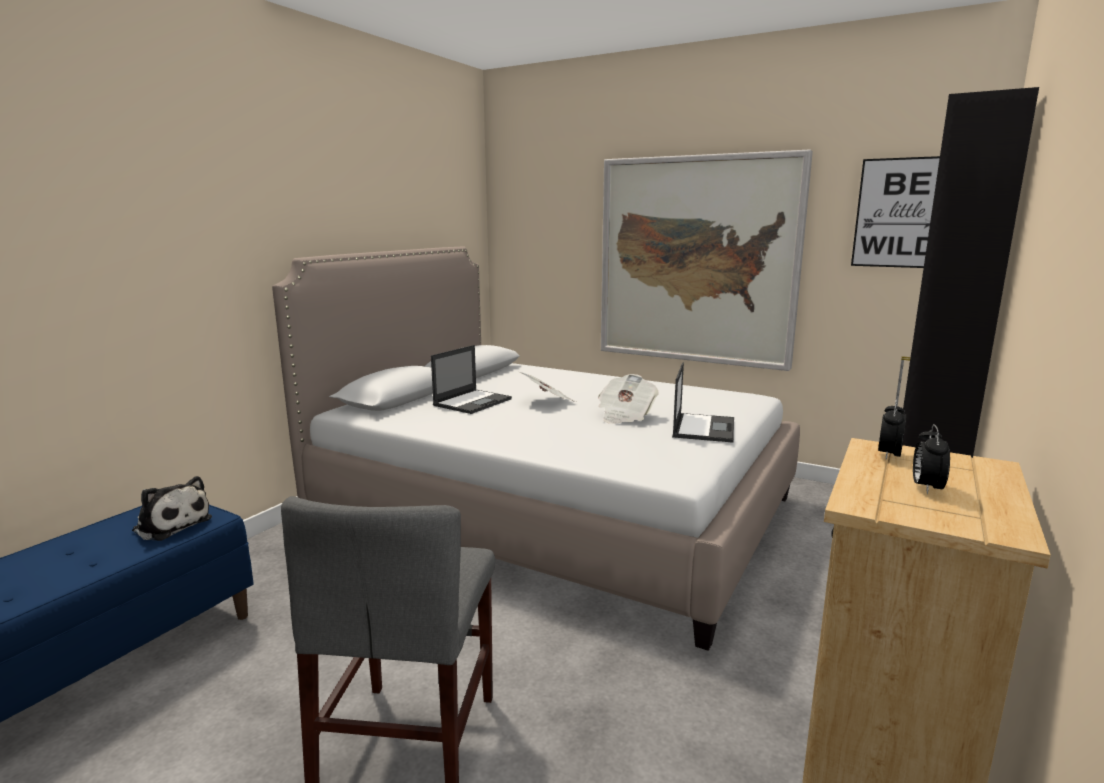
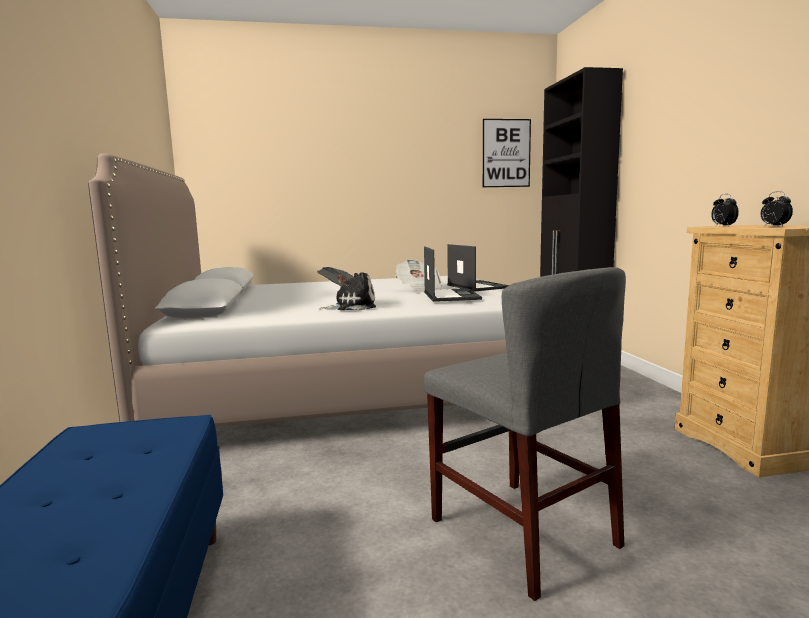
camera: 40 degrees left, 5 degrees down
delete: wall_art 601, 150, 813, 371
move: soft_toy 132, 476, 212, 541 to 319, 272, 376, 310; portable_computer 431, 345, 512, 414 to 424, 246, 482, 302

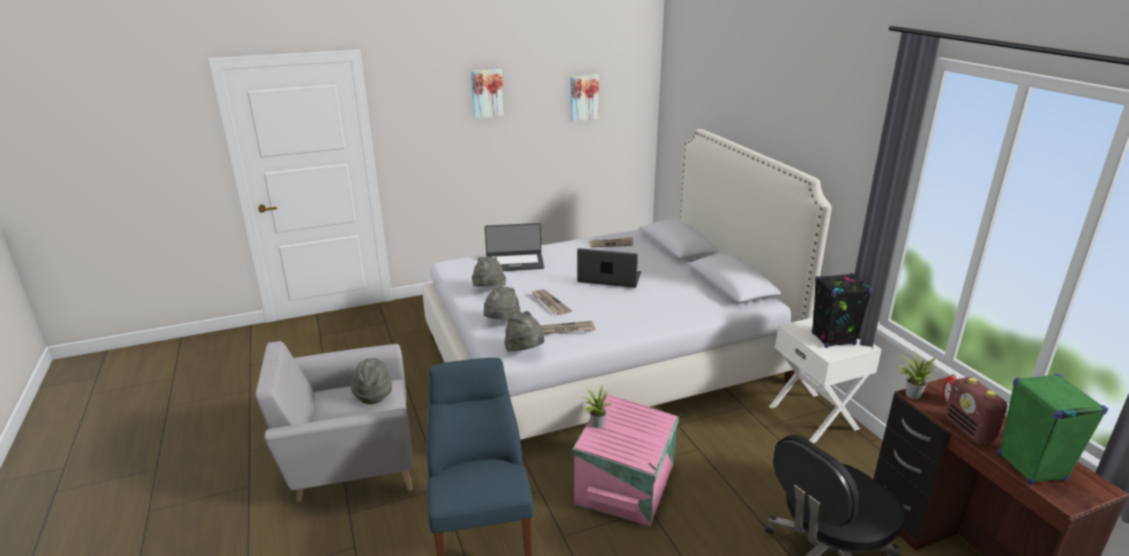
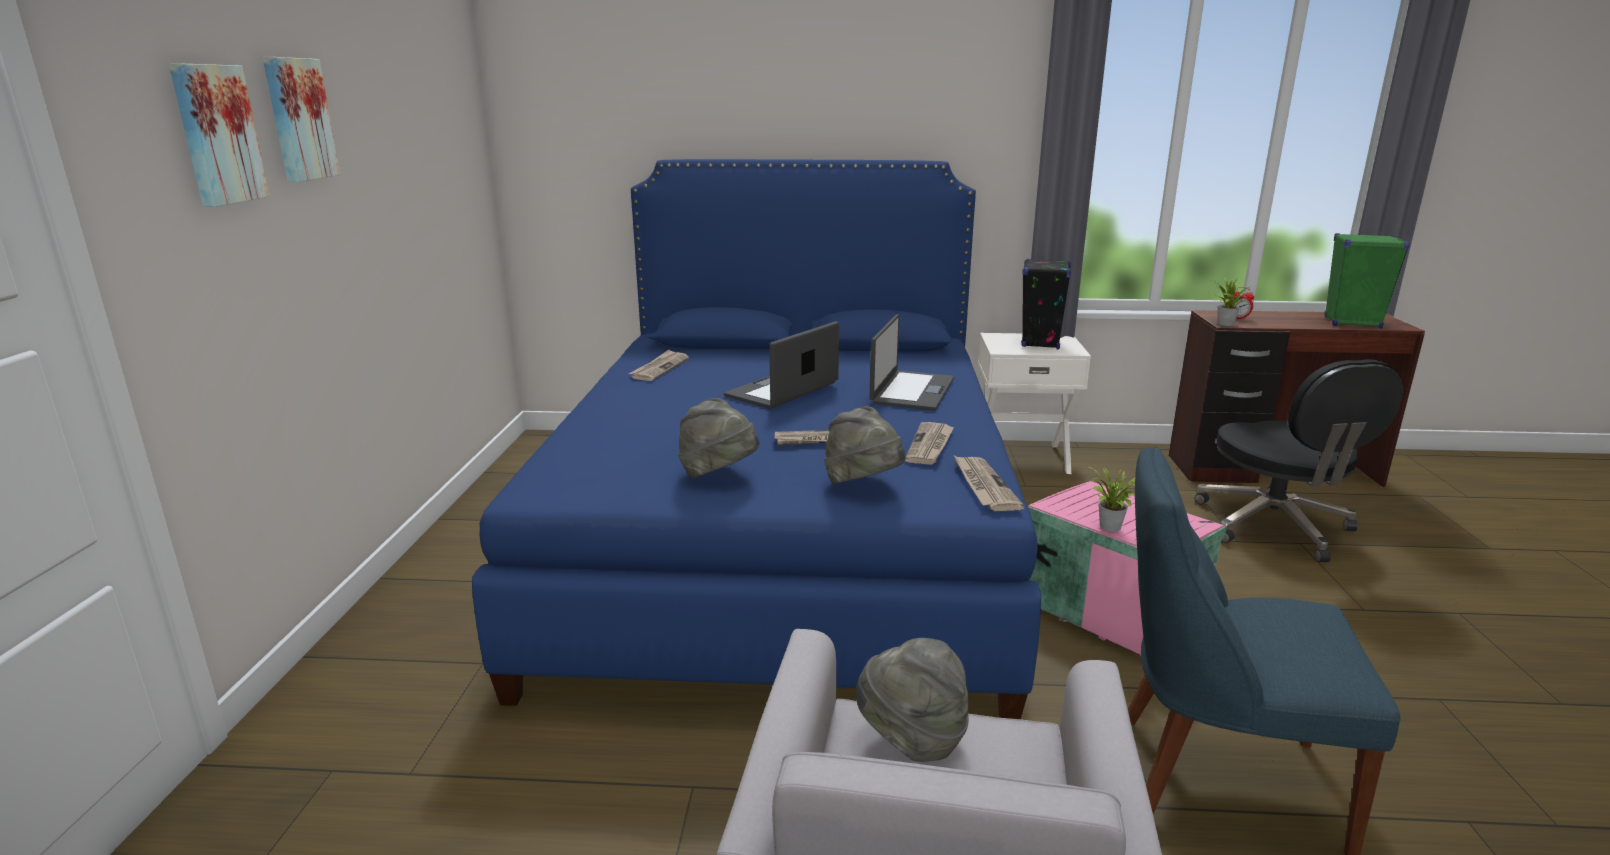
camera: 65 degrees left, 5 degrees down
delete: radio_receiver 944, 377, 1008, 444
move: portable_computer 485, 223, 544, 271 to 869, 314, 954, 411; wall_art 570, 74, 599, 122 to 169, 63, 270, 207
replace: greyish_hat 504, 311, 545, 352 to daily_paper 954, 456, 1025, 511
recolor: white-coloured_bed 423, 129, 832, 440 to blue_bed 472, 159, 1041, 719

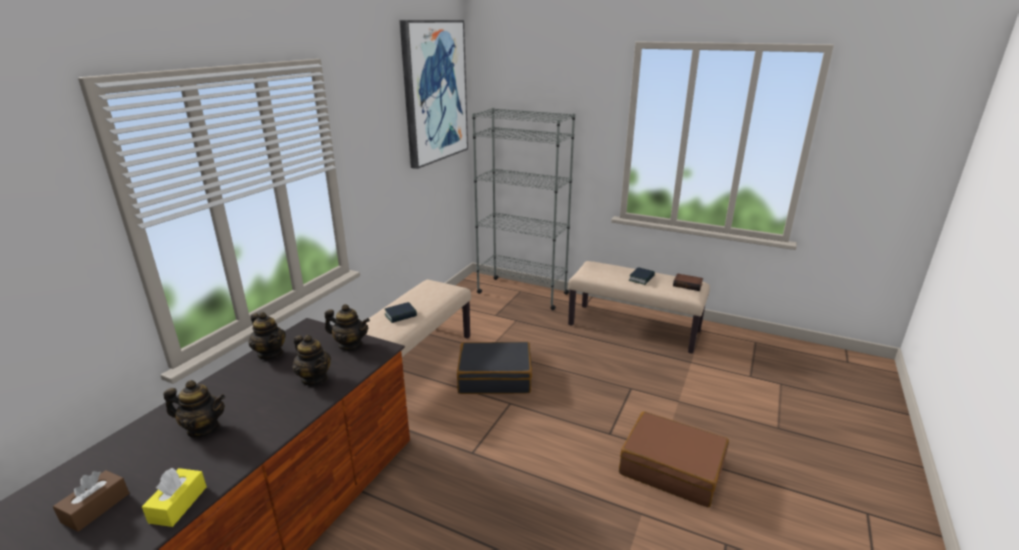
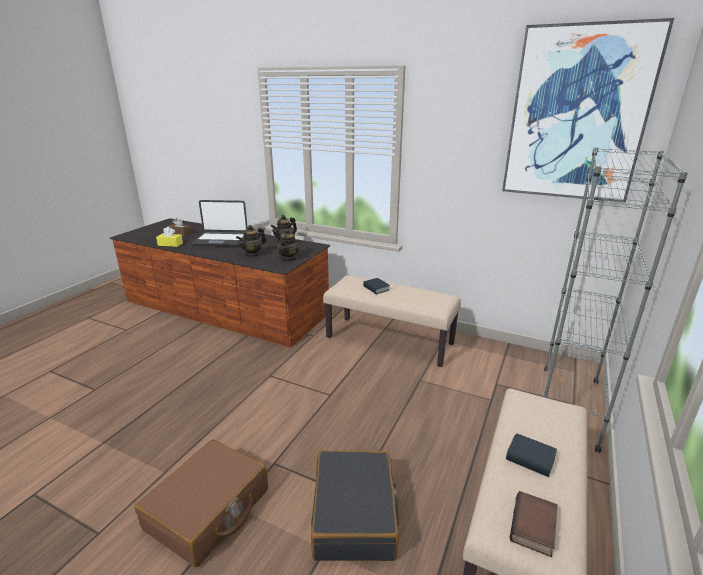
camera: 90 degrees right, 0 degrees up
move: black_piece_of_luggage 457, 342, 532, 394 to 311, 450, 400, 561
replace: tea_pot 163, 380, 226, 438 to portable_computer 191, 200, 248, 246

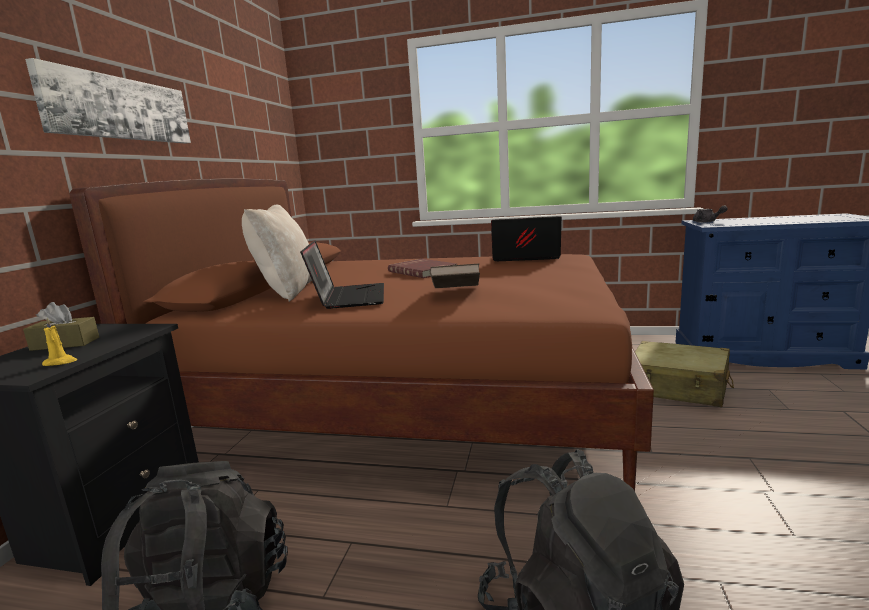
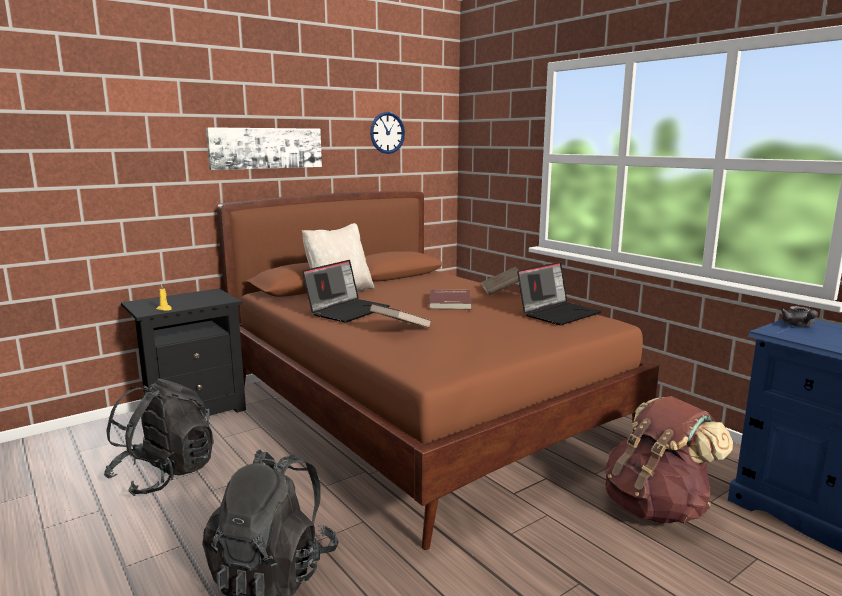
camera: 40 degrees right, 0 degrees up
delete: brown-coloured_tissue_box 23, 302, 99, 351
insert: clock_on_the_wall 370, 112, 405, 154; brown-coloured_book 481, 267, 519, 295
replace: sand-coloured_piece_of_luggage 635, 341, 734, 407 to brown-coloured_backpack 606, 396, 733, 523
rotate: portable_computer 491, 216, 562, 261 = 517, 262, 602, 325 90 degrees clockwise

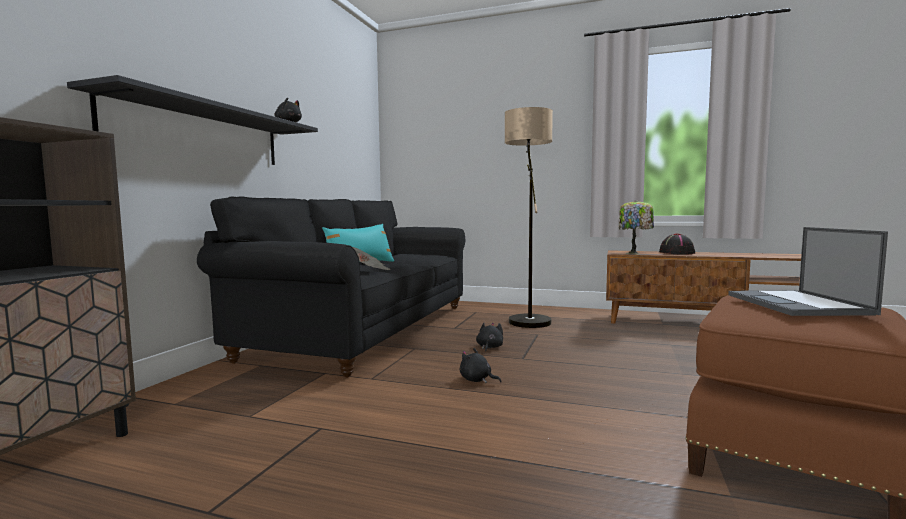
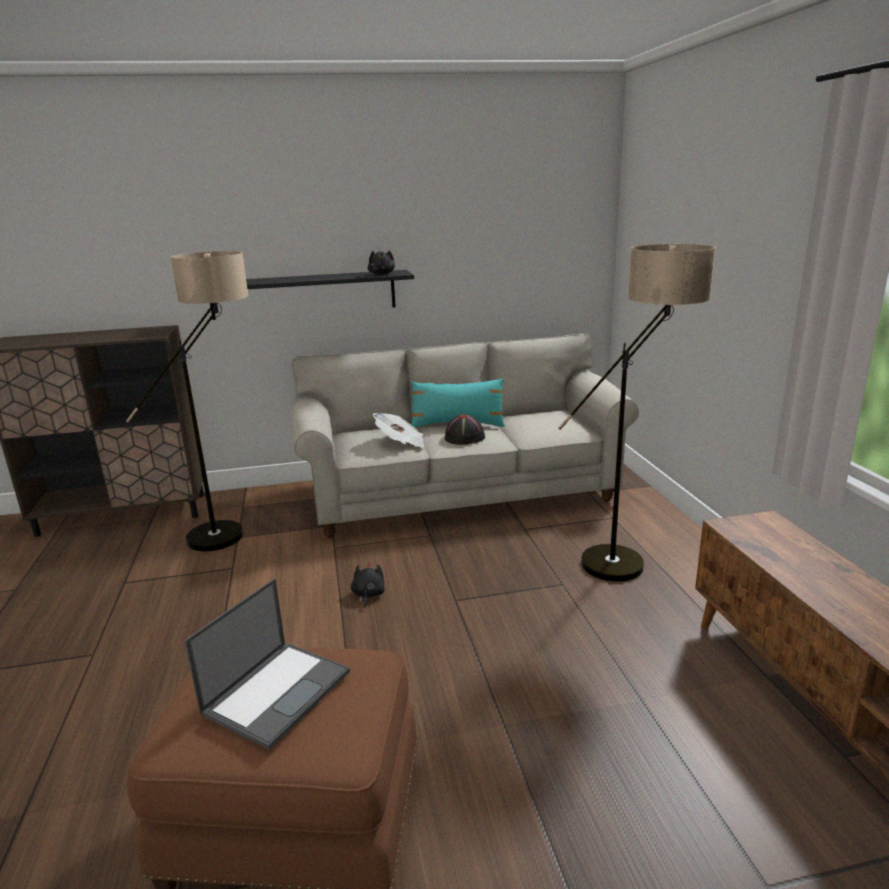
camera: 60 degrees right, 15 degrees up
delete: black_soft_toy 476, 322, 503, 352; table_lamp 619, 200, 654, 254
insert: floor_lamp 126, 251, 248, 552
move: black_hat 659, 233, 695, 255 to 445, 415, 485, 445
recolor: black_sofa 197, 196, 465, 378 to sand-coloured_sofa 291, 334, 639, 538
rotate: portable_computer 728, 227, 888, 316 = 184, 578, 350, 750 150 degrees clockwise

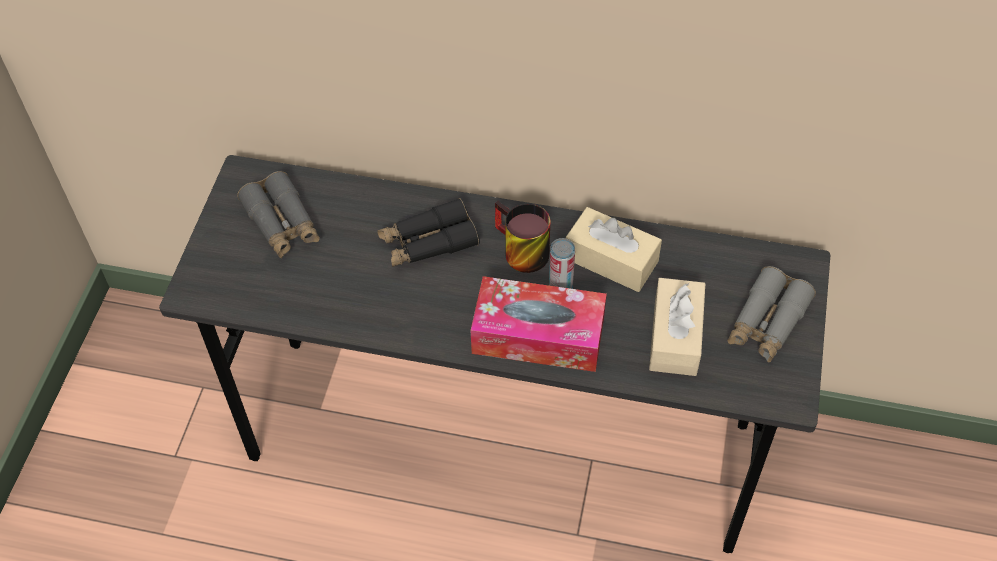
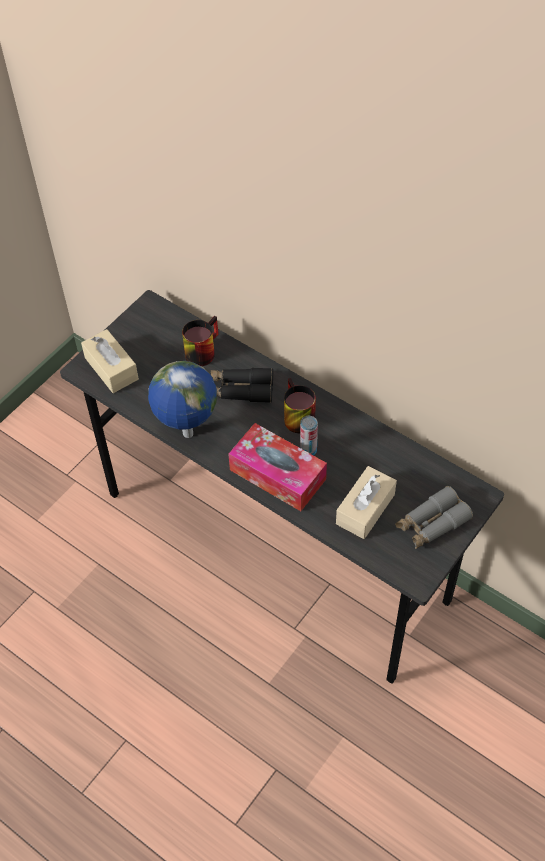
camera: 25 degrees right, 0 degrees up
delete: greyish_binoculars 237, 171, 320, 258
insert: desk_globe 148, 361, 217, 438; tea_mug 182, 316, 219, 366
move: sand-coloured_tissue_box 566, 207, 662, 292 to 81, 329, 139, 393

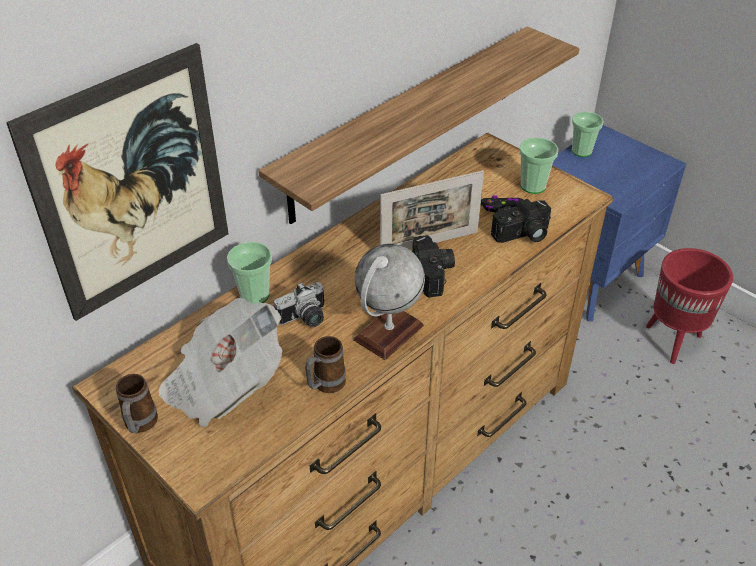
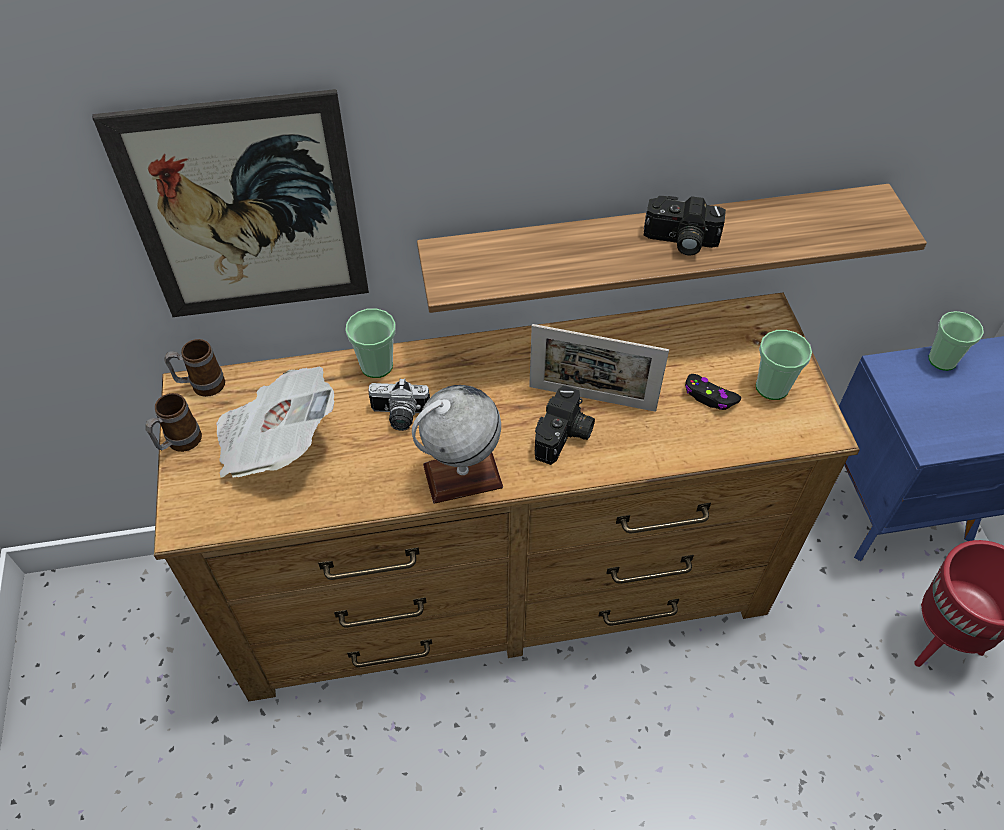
camera: 35 degrees right, 10 degrees up
move: tea_mug 305, 336, 346, 393 to 164, 339, 225, 397; photo_camera 491, 199, 551, 243 to 644, 196, 726, 255

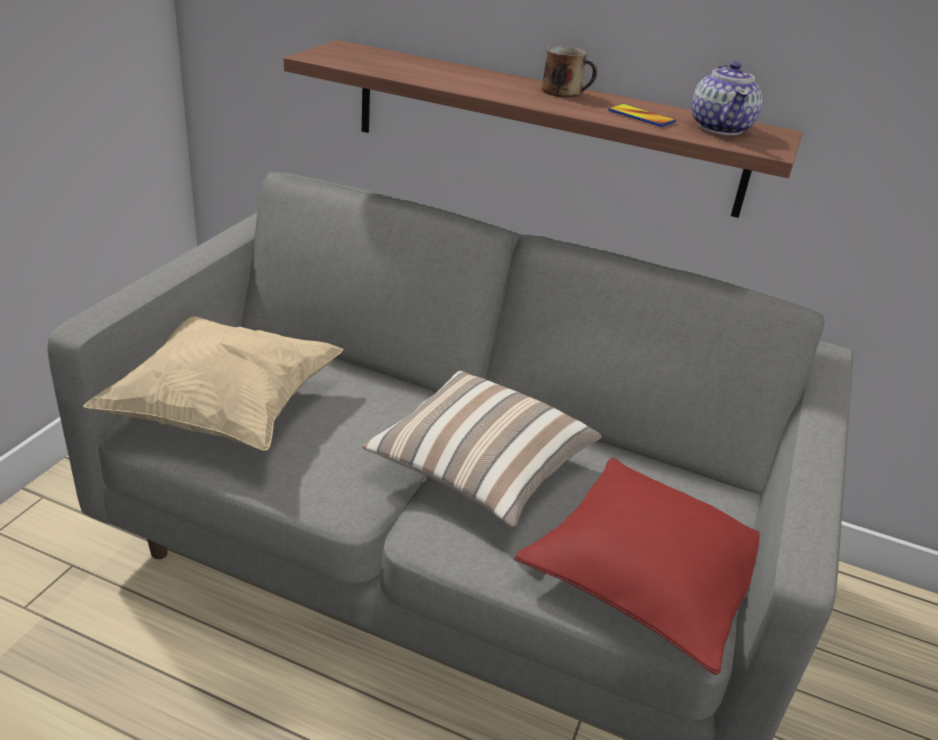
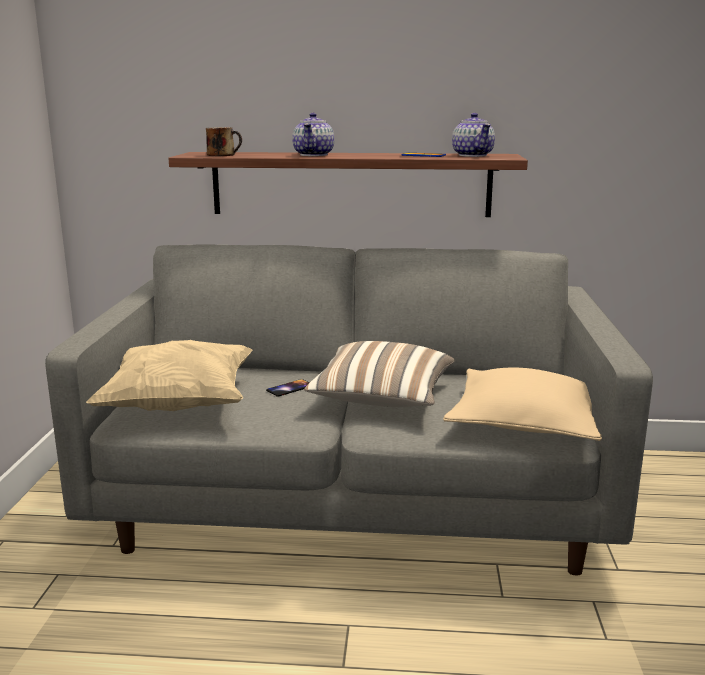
camera: 15 degrees left, 15 degrees down
insert: phone 266, 379, 309, 397; tea_pot 292, 113, 334, 156
move: tea_mug 542, 46, 597, 97 to 206, 127, 242, 156
recolor: reddish_throw_pillow 514, 457, 760, 675 to sand-coloured_throw_pillow 443, 368, 602, 441

